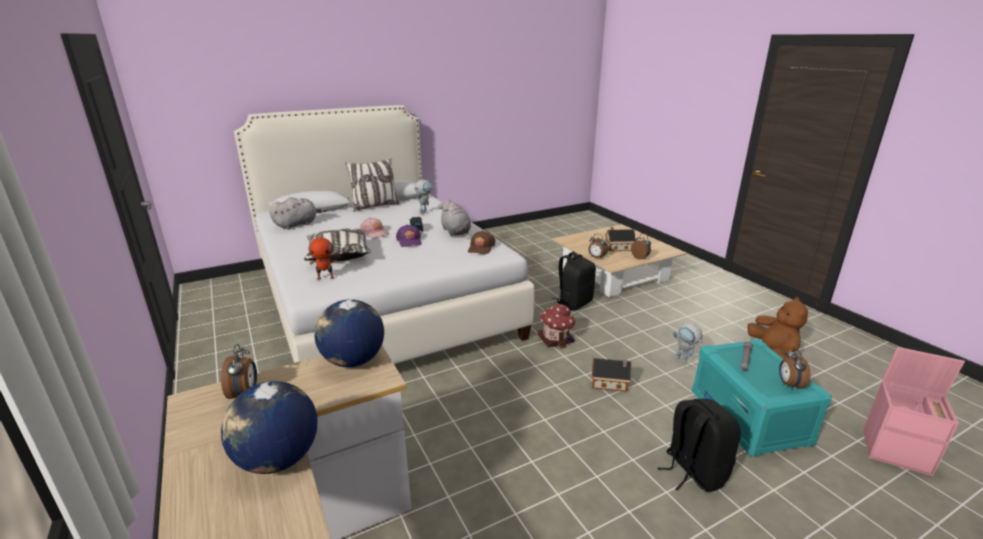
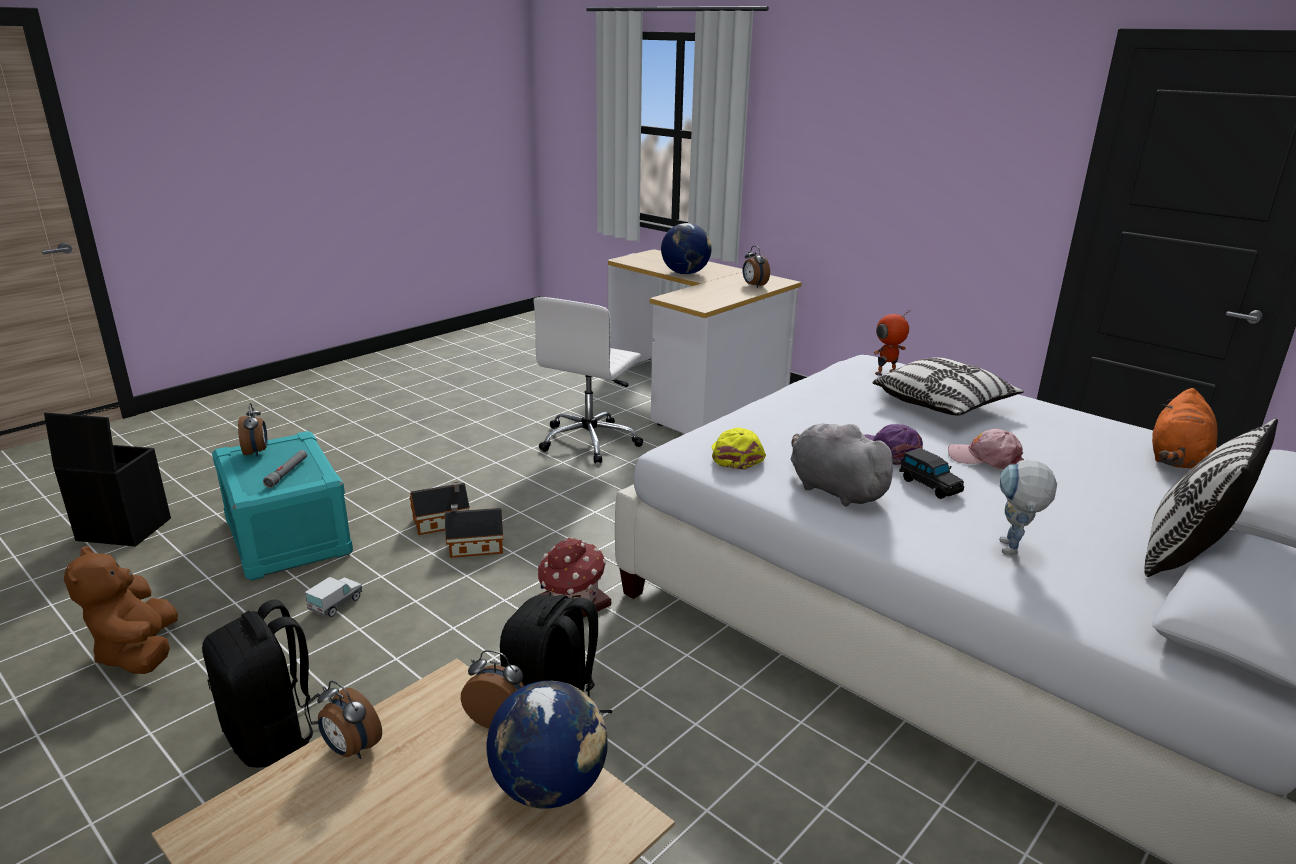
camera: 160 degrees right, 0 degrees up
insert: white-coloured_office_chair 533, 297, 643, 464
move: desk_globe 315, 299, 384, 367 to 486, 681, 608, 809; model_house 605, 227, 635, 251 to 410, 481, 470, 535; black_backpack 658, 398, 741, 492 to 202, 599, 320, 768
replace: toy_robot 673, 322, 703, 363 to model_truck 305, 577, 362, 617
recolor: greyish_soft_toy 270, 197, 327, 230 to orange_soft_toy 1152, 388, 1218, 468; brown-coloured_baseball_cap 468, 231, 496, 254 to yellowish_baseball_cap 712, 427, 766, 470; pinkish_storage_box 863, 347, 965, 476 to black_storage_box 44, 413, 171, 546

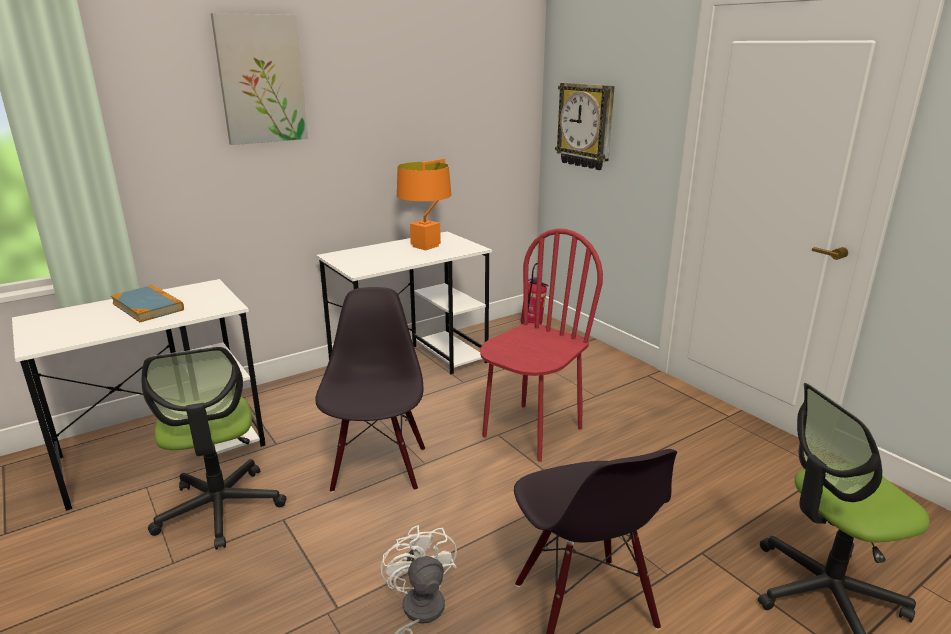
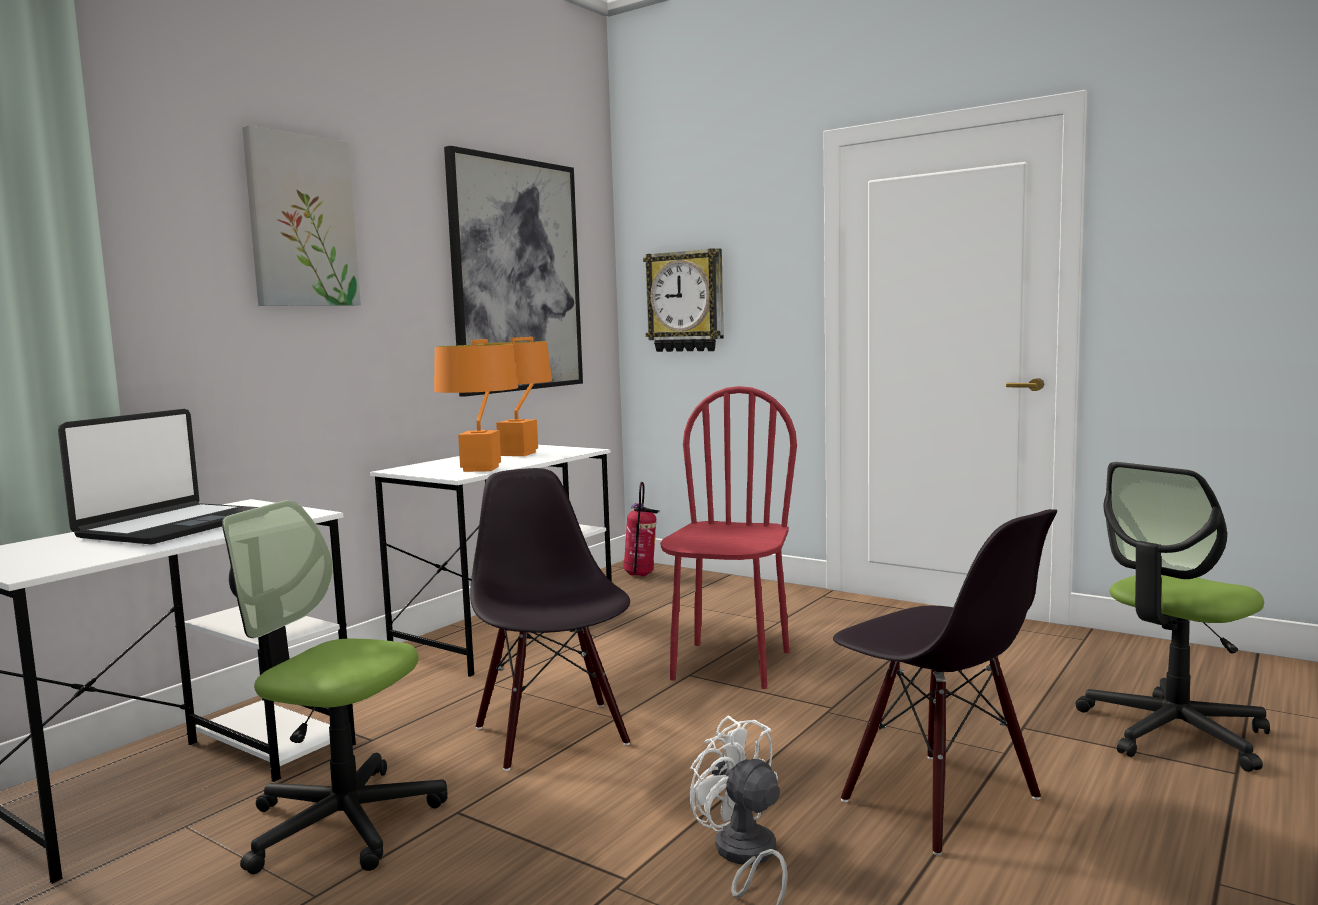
camera: 20 degrees left, 15 degrees down
insert: orange_table_lamp 434, 339, 518, 472; wall_art 444, 146, 583, 396
replace: book 111, 285, 184, 322 to portable_computer 58, 409, 258, 545
rotate: office_chair 142, 347, 287, 550 = 222, 500, 448, 874 150 degrees clockwise

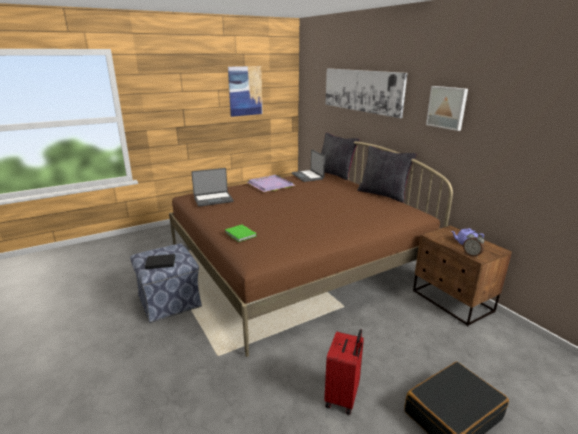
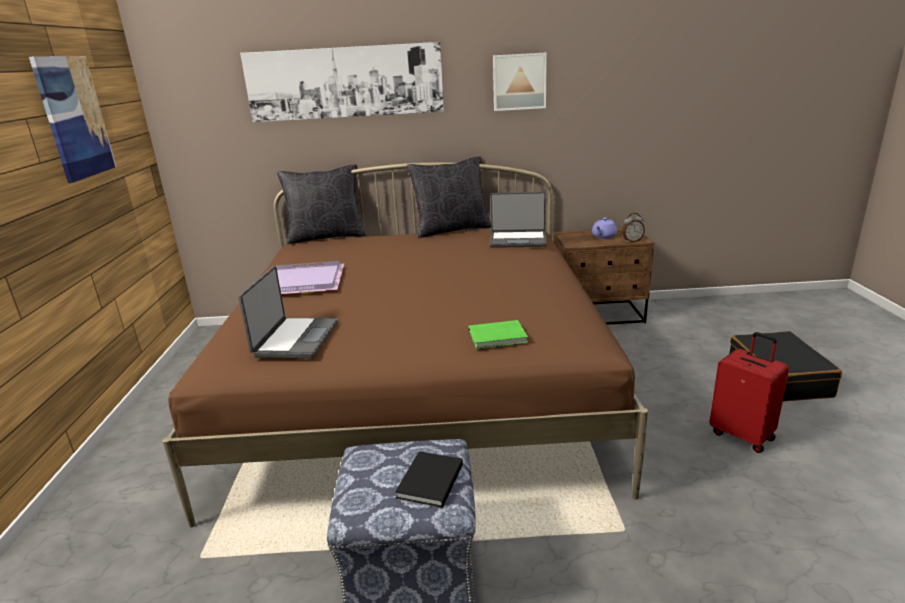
camera: 60 degrees left, 0 degrees up
move: portable_computer 292, 150, 325, 182 to 490, 192, 547, 248

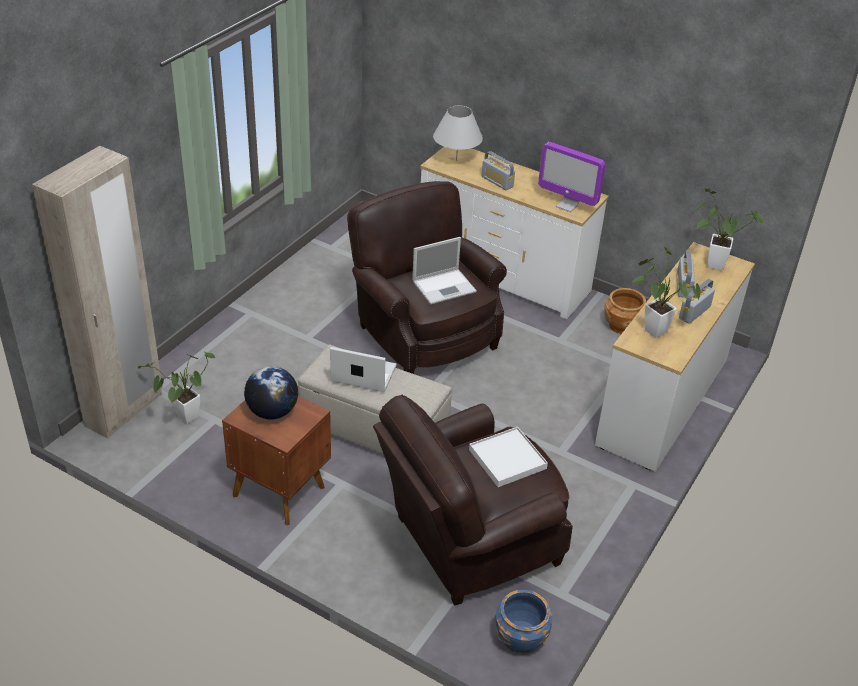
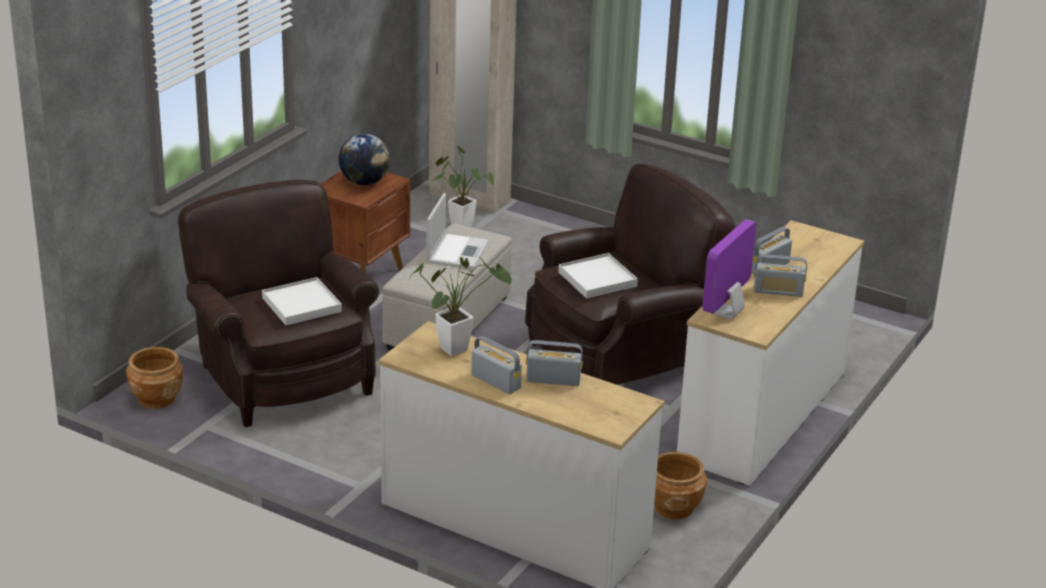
camera: 90 degrees right, 10 degrees down
delete: white-coloured_table_lamp 433, 105, 483, 161; potted_plant 692, 188, 763, 271
insert: radio_receiver 754, 254, 807, 297
replace: portable_computer 412, 237, 477, 305 to white-coloured_serving_tray 558, 253, 638, 299
recolor: blue_plant_pot 495, 590, 552, 654 to brown-coloured_plant_pot 126, 347, 183, 409

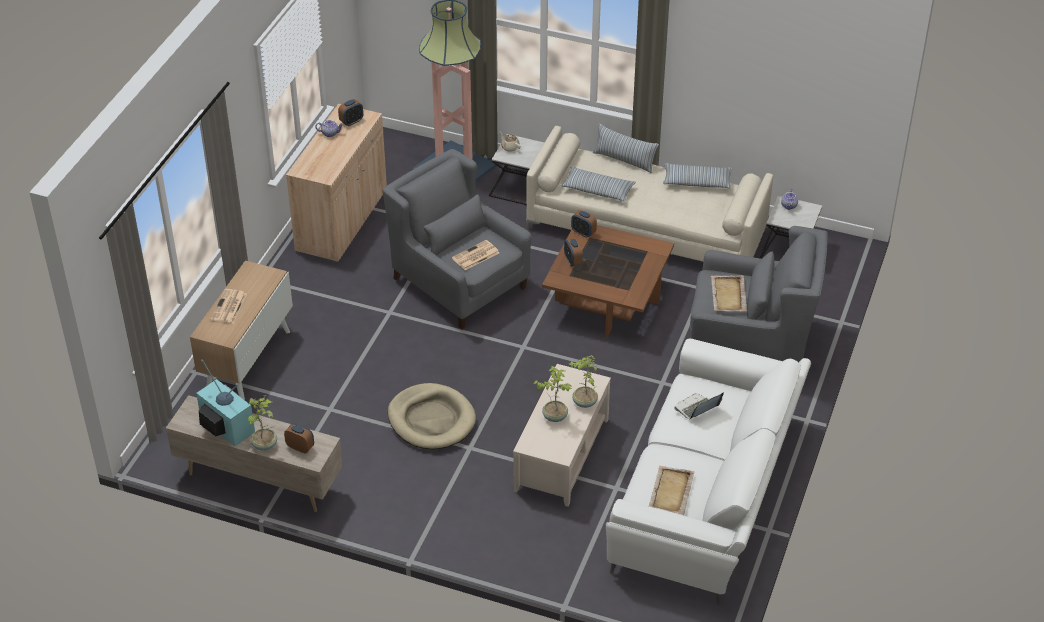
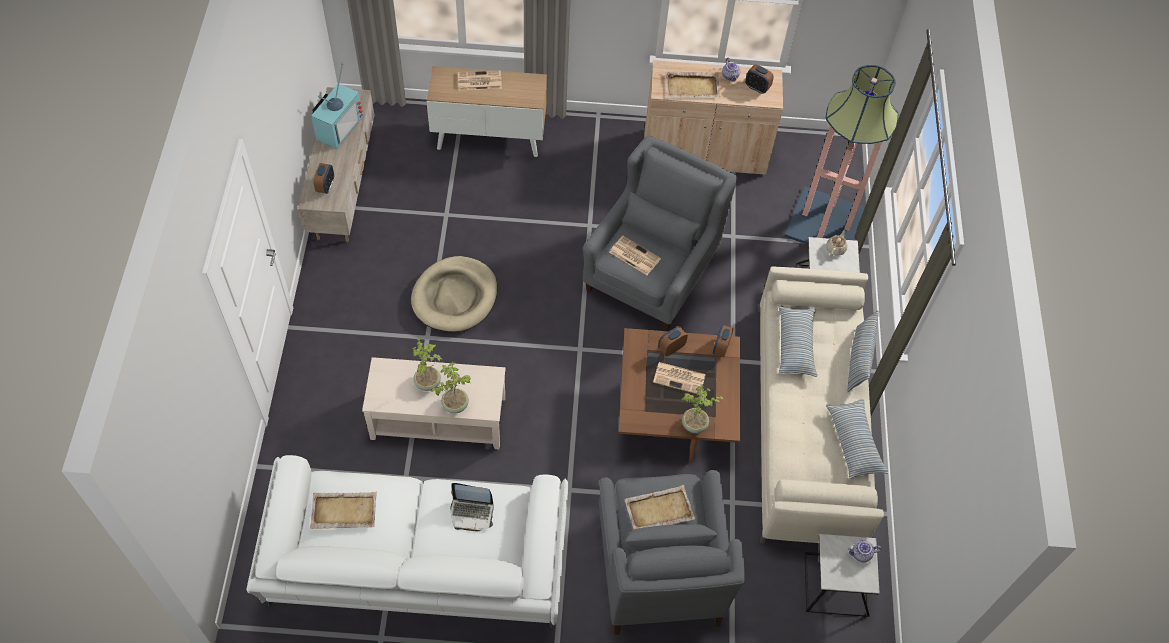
camera: 70 degrees right, 15 degrees up
insert: daily_paper 653, 362, 706, 394; sand-coloured_serving_tray 666, 71, 720, 98
move: potted_plant 247, 395, 277, 451 to 682, 385, 724, 433
rotate: portable_computer 674, 392, 724, 419 = 450, 483, 494, 531 150 degrees clockwise

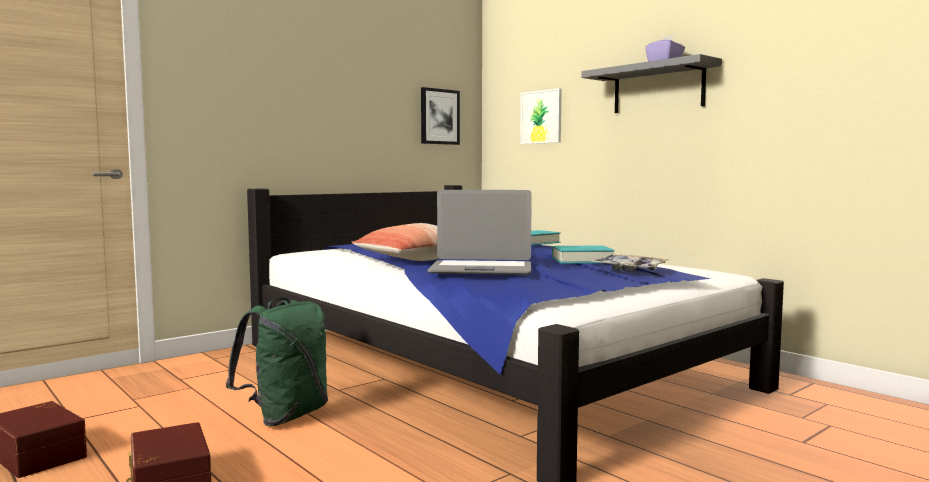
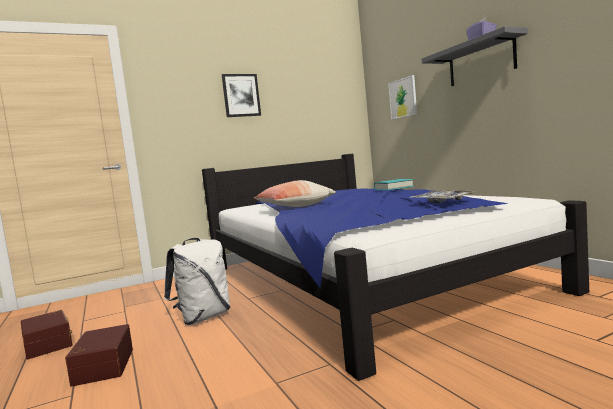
camera: 15 degrees right, 0 degrees up
delete: portable_computer 428, 190, 532, 275; turquoise_book 552, 245, 615, 264
move: wall_art 421, 87, 460, 145 to 222, 74, 261, 117
recolor: green_backpack 225, 297, 328, 426 to white-coloured_backpack 164, 238, 230, 325

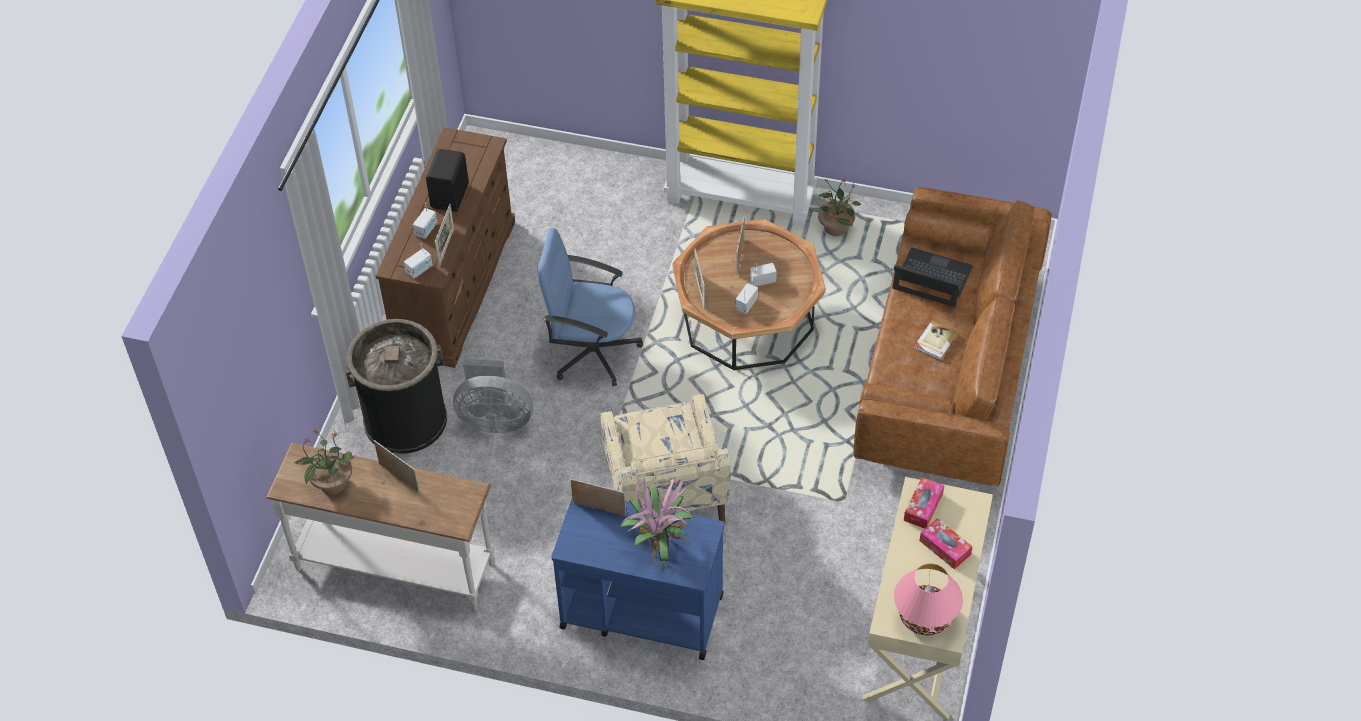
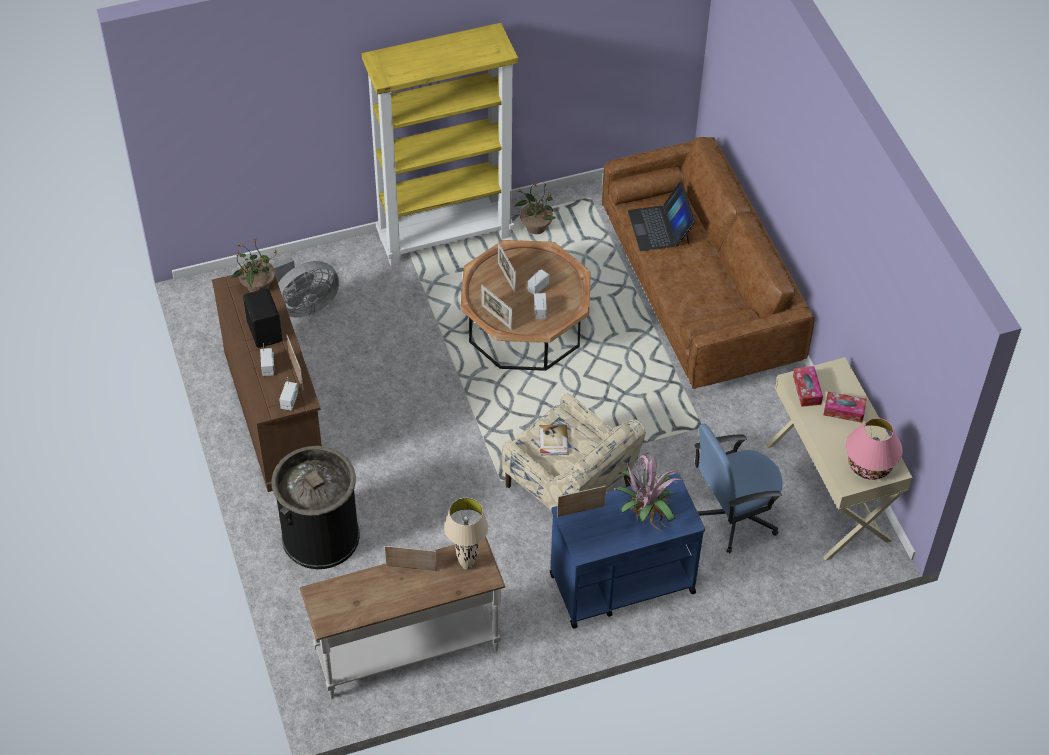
camera: 35 degrees left, 0 degrees up
insert: sand-coloured_table_lamp 444, 498, 489, 570
move: potted_plant 294, 429, 355, 495 to 230, 239, 278, 293; greyish_cooling_fan 453, 359, 533, 433 to 271, 257, 339, 317; blue_office_chair 537, 228, 643, 386 to 694, 424, 782, 553; book 914, 321, 959, 361 to 539, 425, 569, 455
rotate: portable_computer 892, 247, 973, 307 = 628, 182, 695, 251 90 degrees counterclockwise

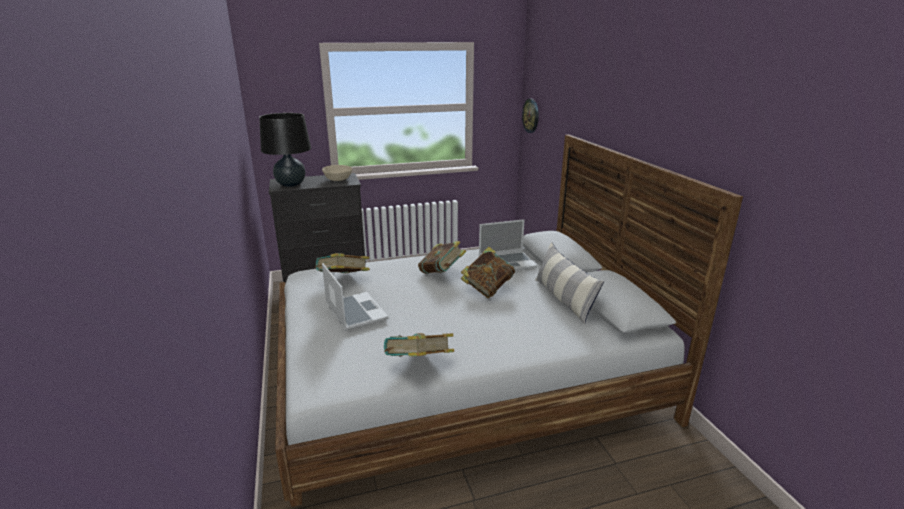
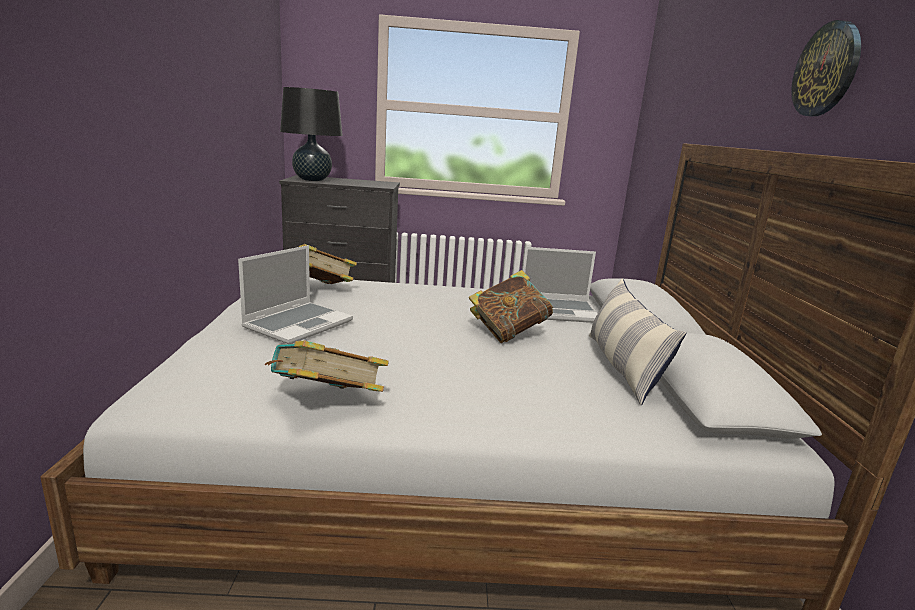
camera: 15 degrees right, 5 degrees down
delete: sand-coloured_deep_dish 322, 165, 352, 181; book 418, 241, 466, 274
move: clock_on_the_wall 522, 99, 539, 133 to 791, 20, 861, 116
rotate: portable_computer 322, 263, 388, 331 = 238, 245, 353, 344 45 degrees clockwise

